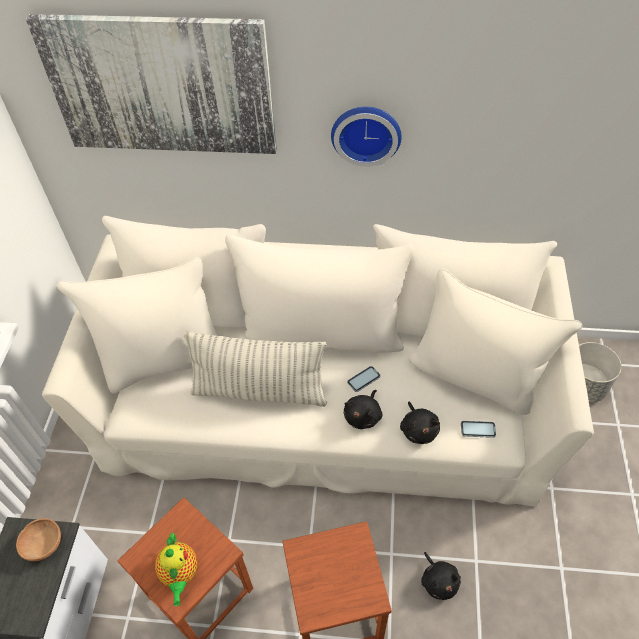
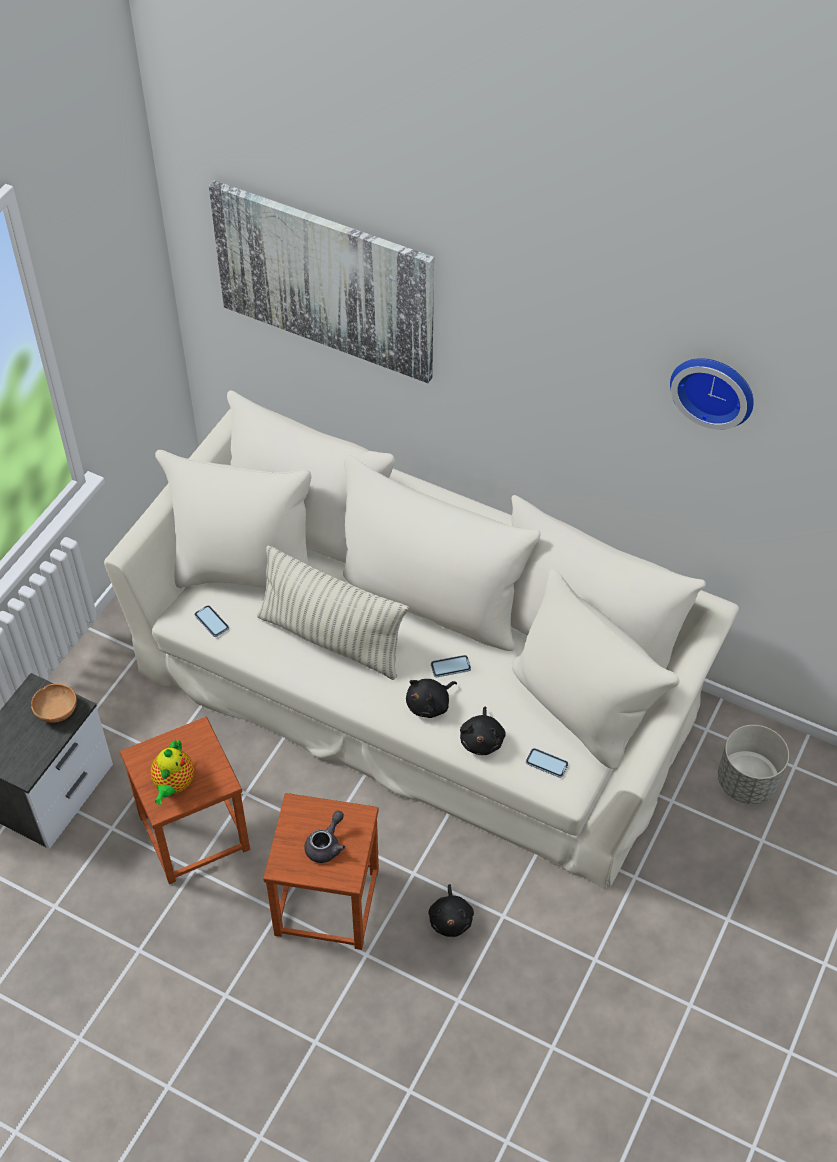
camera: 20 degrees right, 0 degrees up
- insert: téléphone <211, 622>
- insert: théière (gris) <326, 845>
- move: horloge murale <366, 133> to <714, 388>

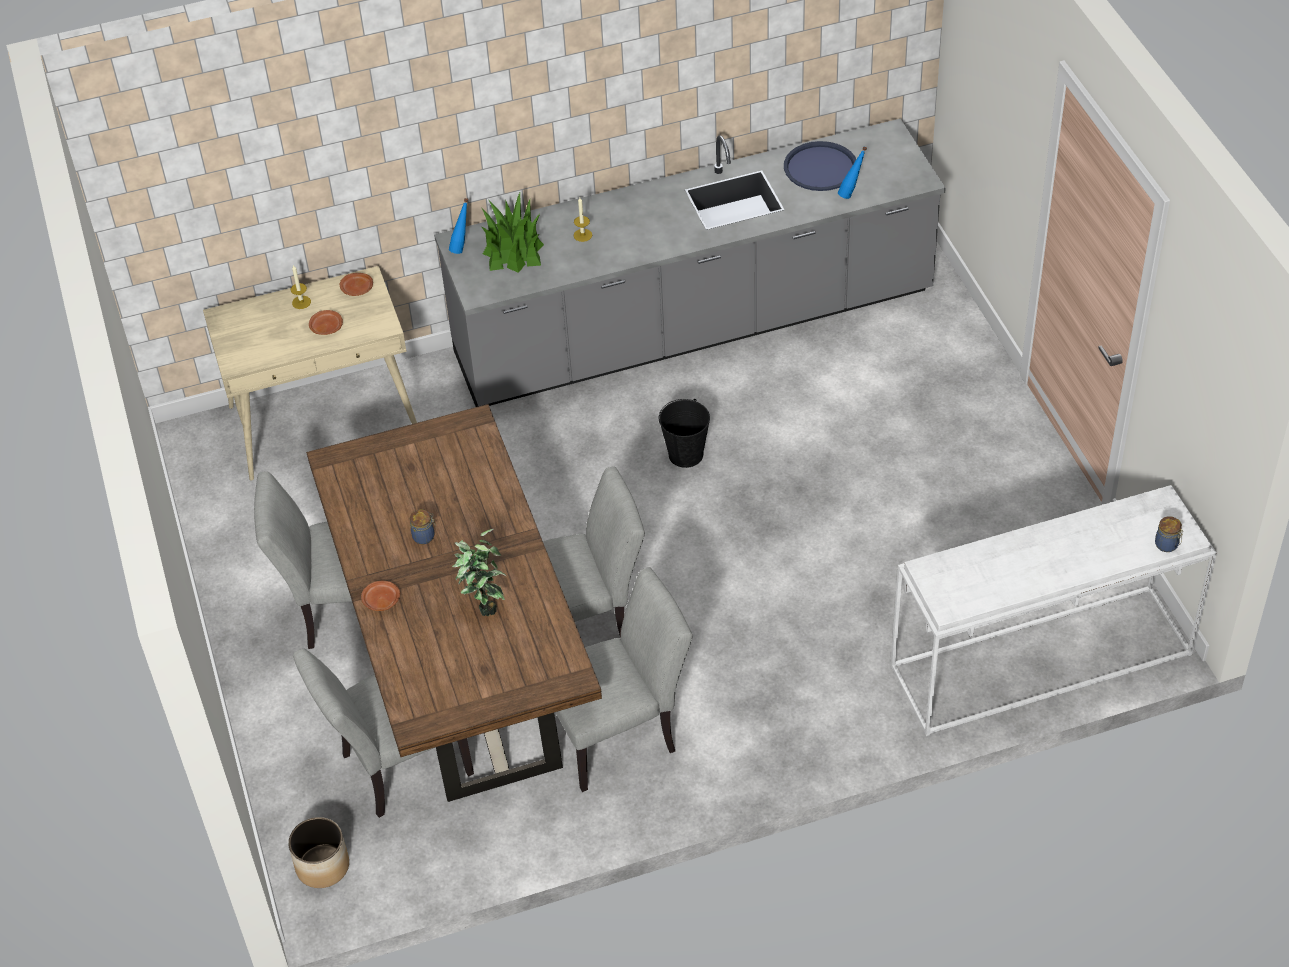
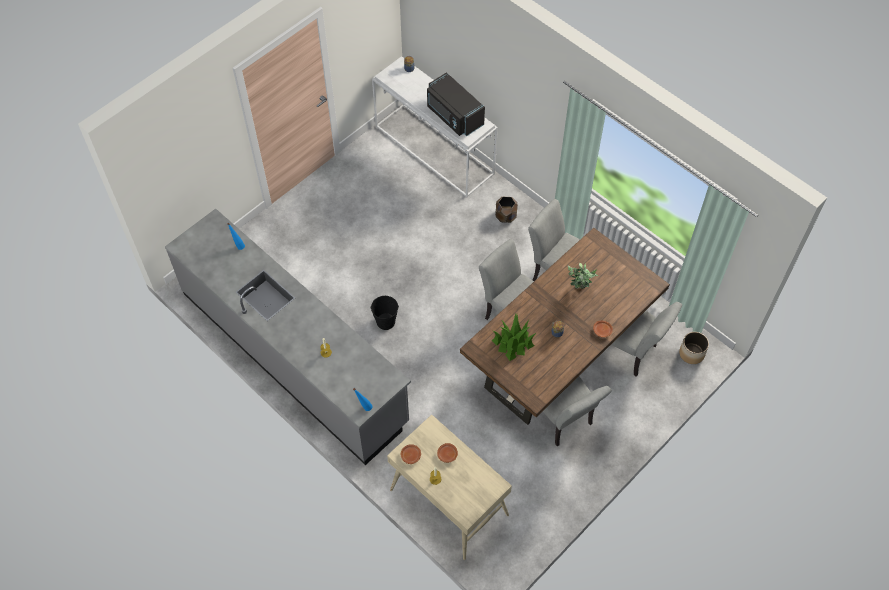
camera: 120 degrees left, 10 degrees up
- delete: plateau (bleu) <820, 167>
- insert: micro-ondes (noir) <453, 116>
- insert: cache-pot (marron) <506, 216>
- move: plante en pot <513, 250> to <513, 342>

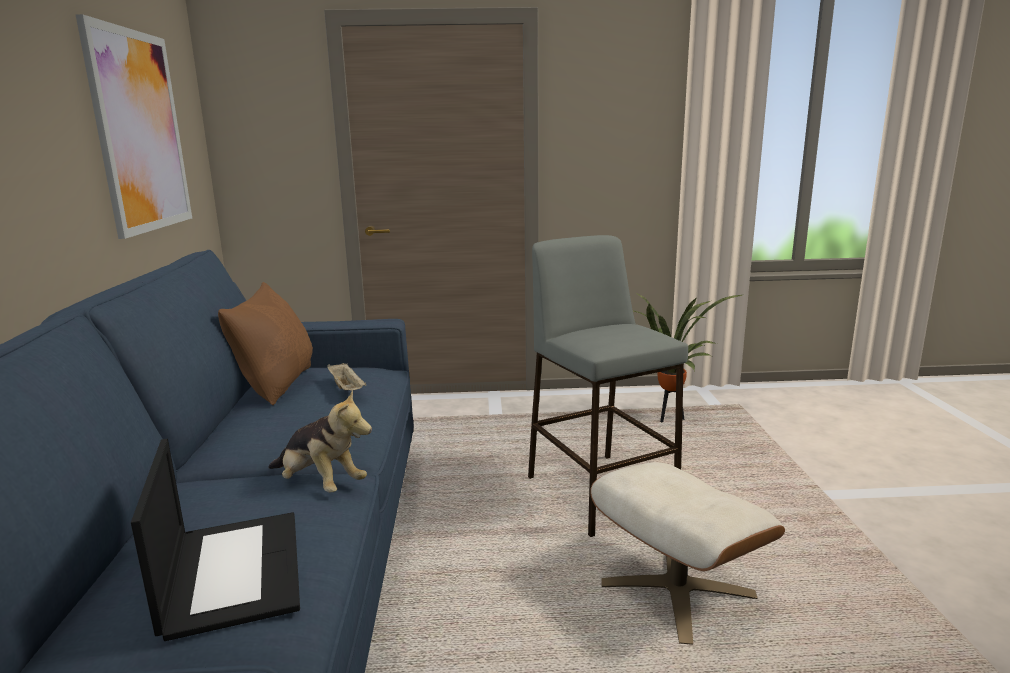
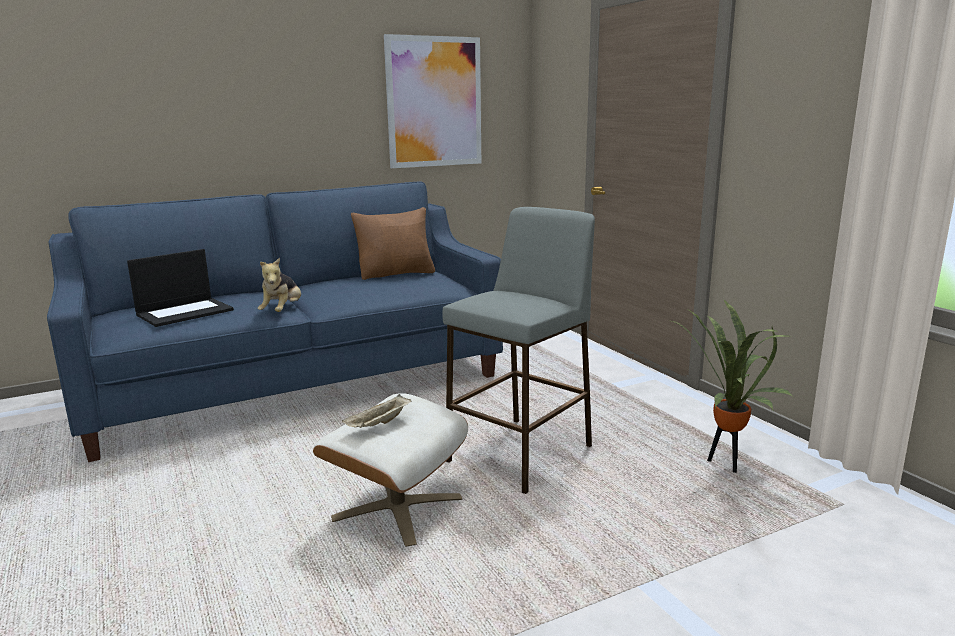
camera: 65 degrees right, 0 degrees up
- move: plateau (beige) <347, 389> to <379, 424>

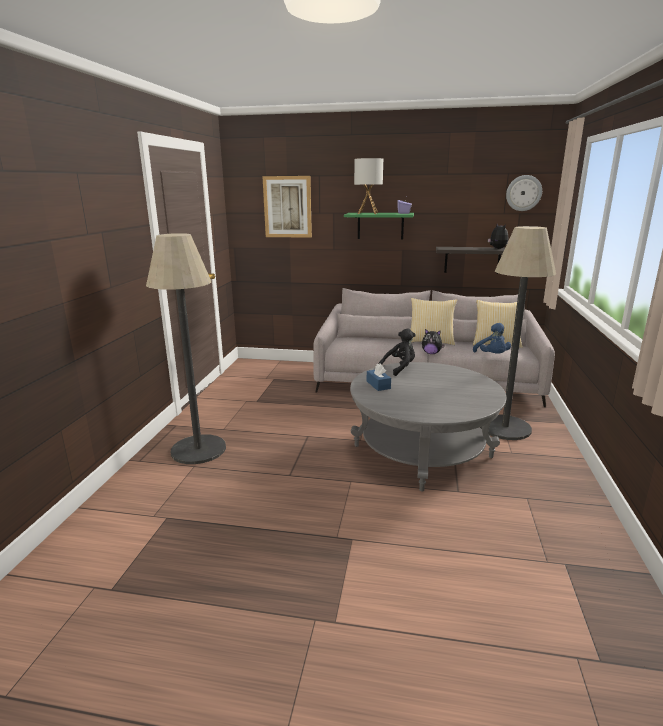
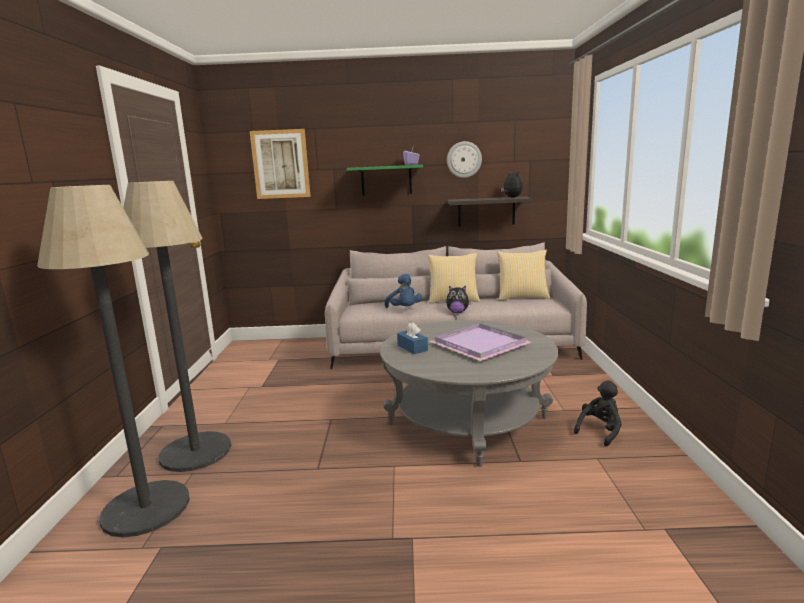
camera: 10 degrees left, 5 degrees down
- delete: lampe de table <367, 213>
- insert: plateau (violet) <479, 344>
- move: peluche (noir) <399, 368> to <600, 431>
- move: peluche (bleu) <492, 355> to <404, 309>
- move: lampadaire <505, 428> to <146, 508>
- move: horloge murale <523, 193> to <464, 159>

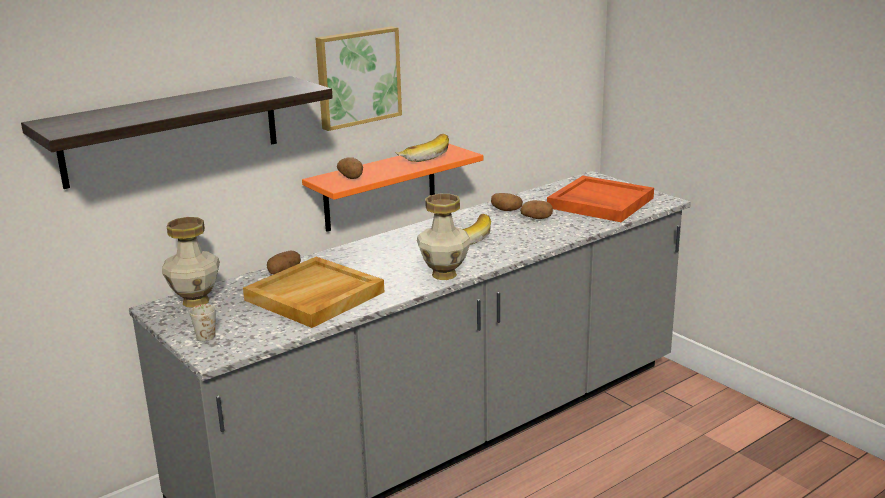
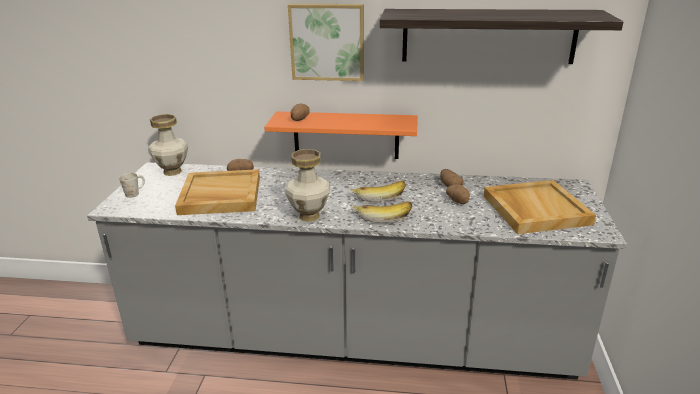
camera: 45 degrees right, 5 degrees up
- move: étagère <172, 131> to <488, 36>
- move: banane <423, 156> to <383, 216>
- recolor: plateau (orange) <599, 203> to plateau (beige) <534, 209>

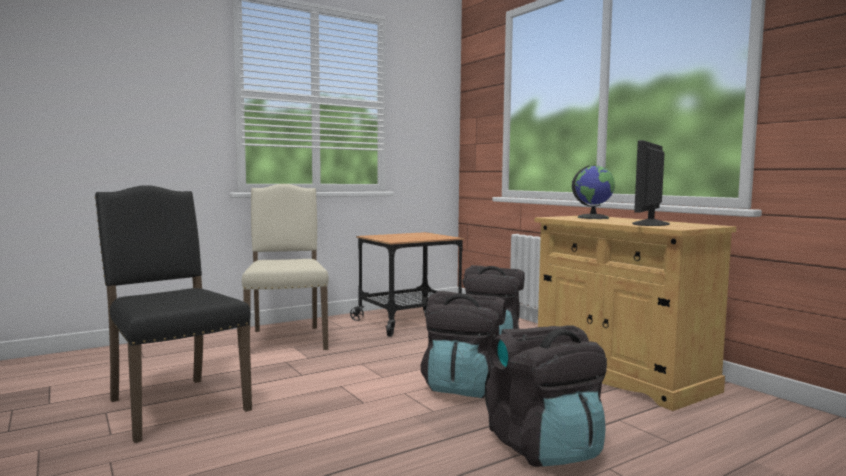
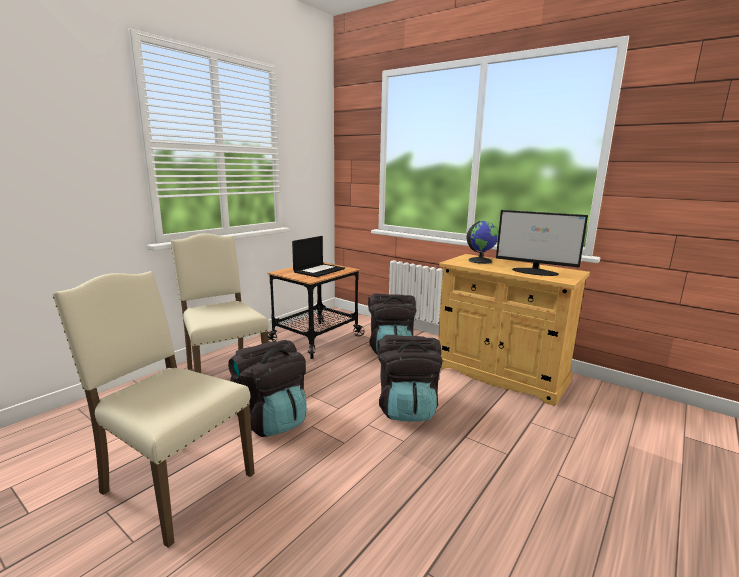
camera: 20 degrees left, 10 degrees up
- insert: ordinateur portable <319, 270>
- move: sac à dos (noir) <544, 447> to <271, 420>
- recolor: chaise (noir) <174, 405> to chaise (beige) <173, 484>
- rotate: écran d'ordinateur <650, 223> = <535, 272> 75 degrees counterclockwise

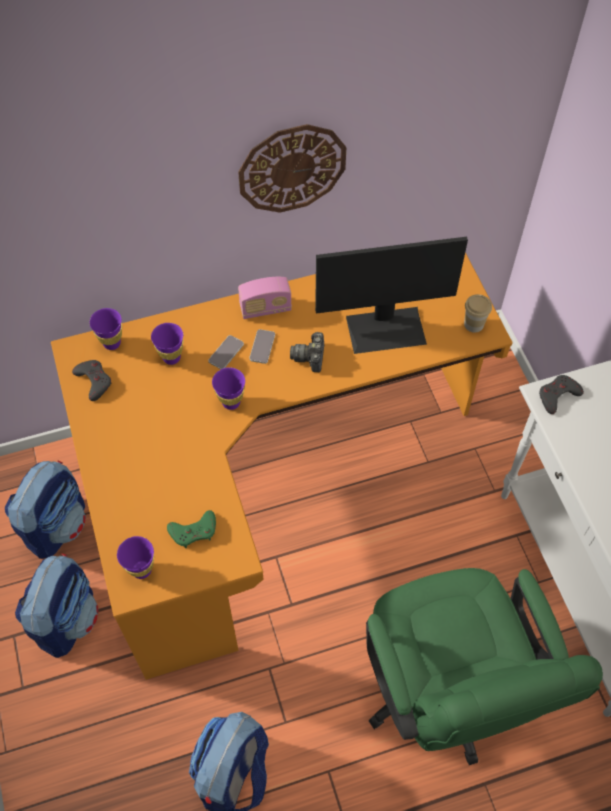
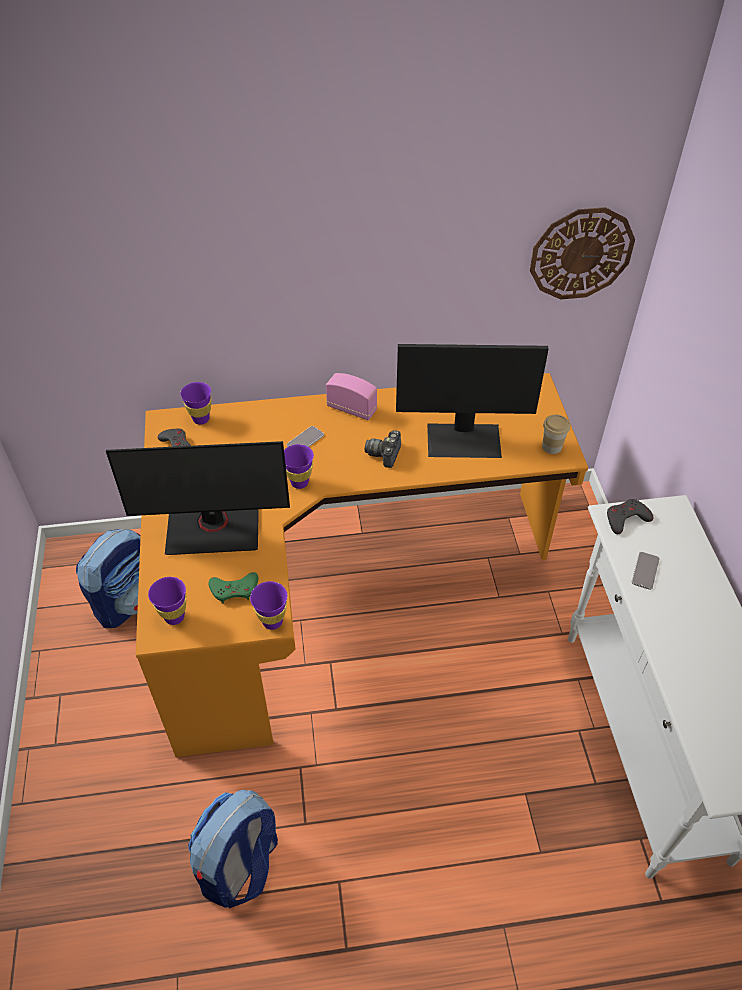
camera: 10 degrees right, 10 degrees down
- delete: sac à dos <66, 618>
- delete: chaise de bureau (vert) <445, 693>
- insert: écran d'ordinateur <213, 528>
- move: tasse (violet) <171, 358> to <272, 621>
- move: horloge murale <292, 168> to <581, 253>
- move: téléphone <262, 347> to <645, 571>
- rotate: radio <265, 308> = <352, 409> 150 degrees counterclockwise

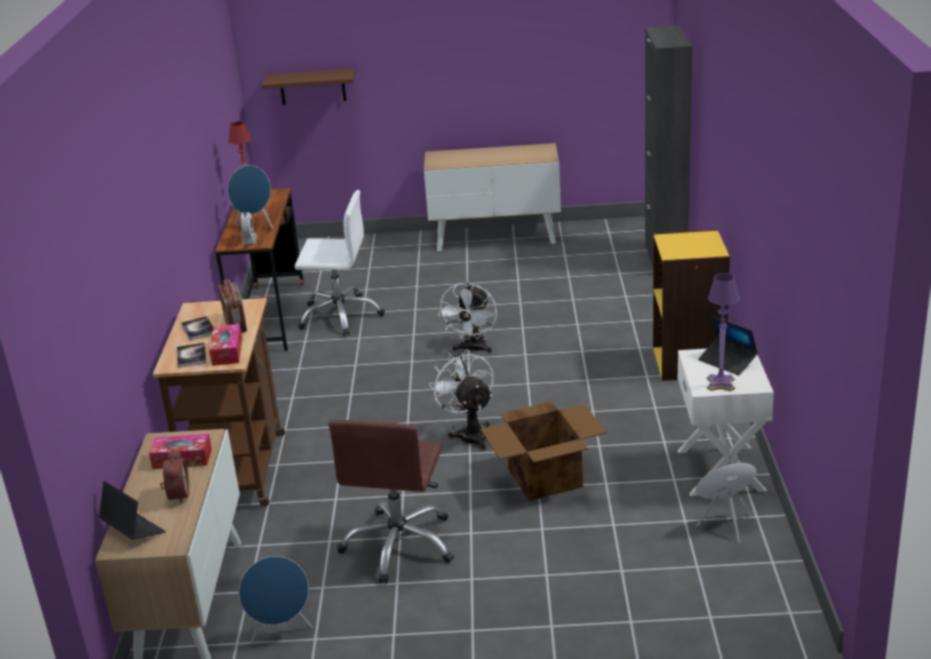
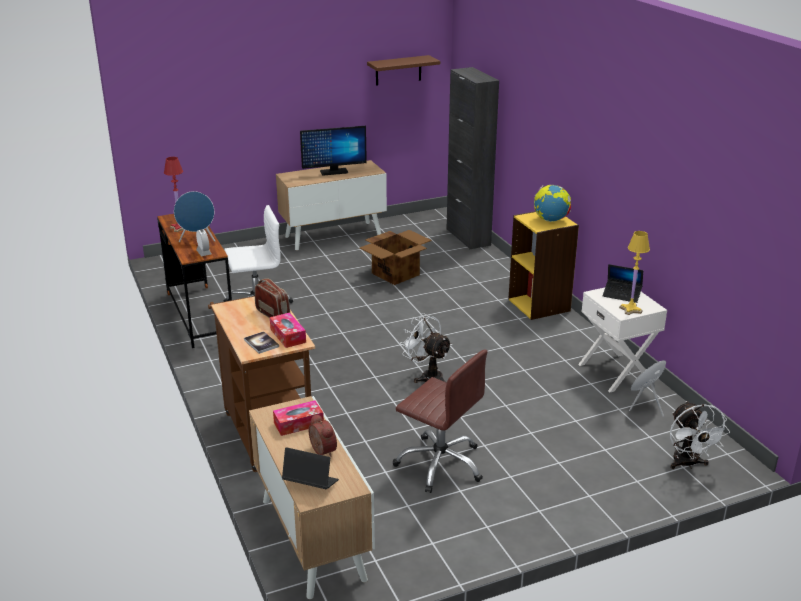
camera: 25 degrees left, 0 degrees up
- delete: livre <198, 329>
- delete: enceinte (bleu) <281, 631>
- insert: écran d'ordinateur <334, 172>
- insert: globe <551, 220>
- move: étagère (marron) <312, 87> to <398, 70>
- move: ventilateur (blanc) <473, 349> to <688, 464>
- move: carton <546, 478> to <396, 274>
- recolor: lampe de table (violet) <720, 384> to lampe de table (jaune) <630, 309>
- rotate: chaise de bureau (marron) <400, 545> = <440, 464> 45 degrees counterclockwise

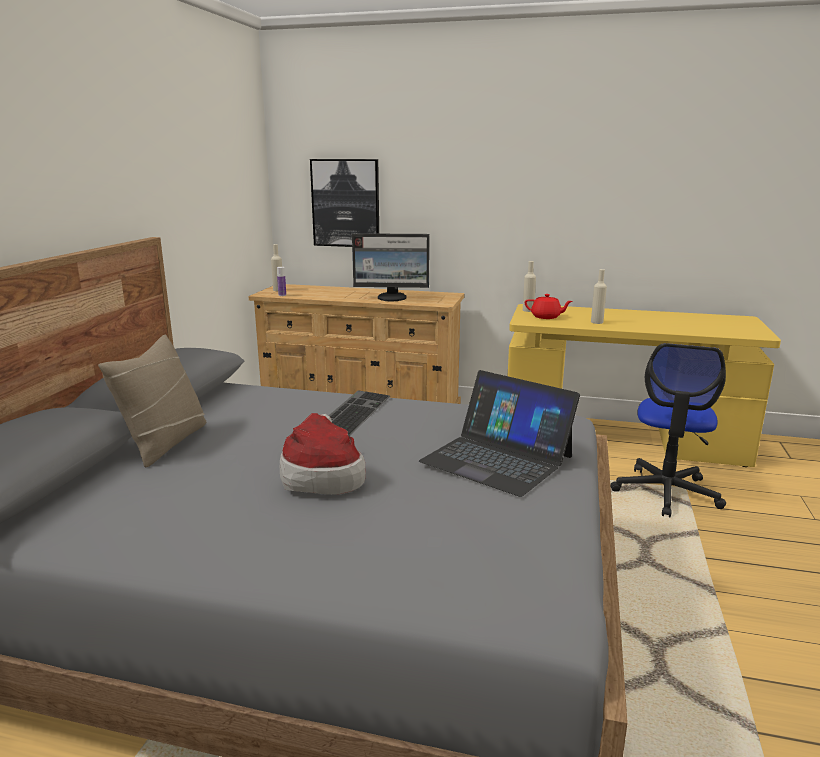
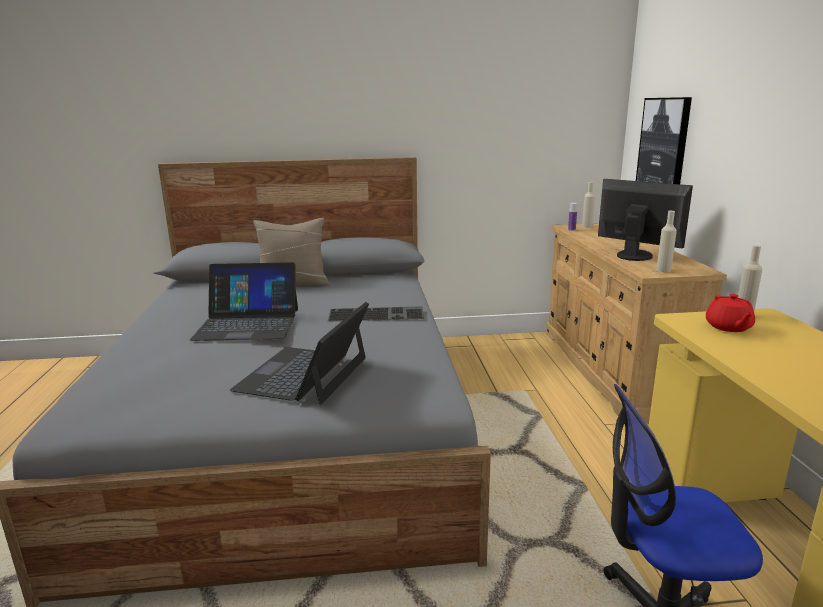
camera: 70 degrees right, 0 degrees up
- move: bouteille (beige) <597, 322> to <663, 270>
- replace: chapeau <322, 475> to ordinateur portable <248, 324>
- rotate: écran d'ordinateur <392, 298> = <634, 255> 150 degrees clockwise

